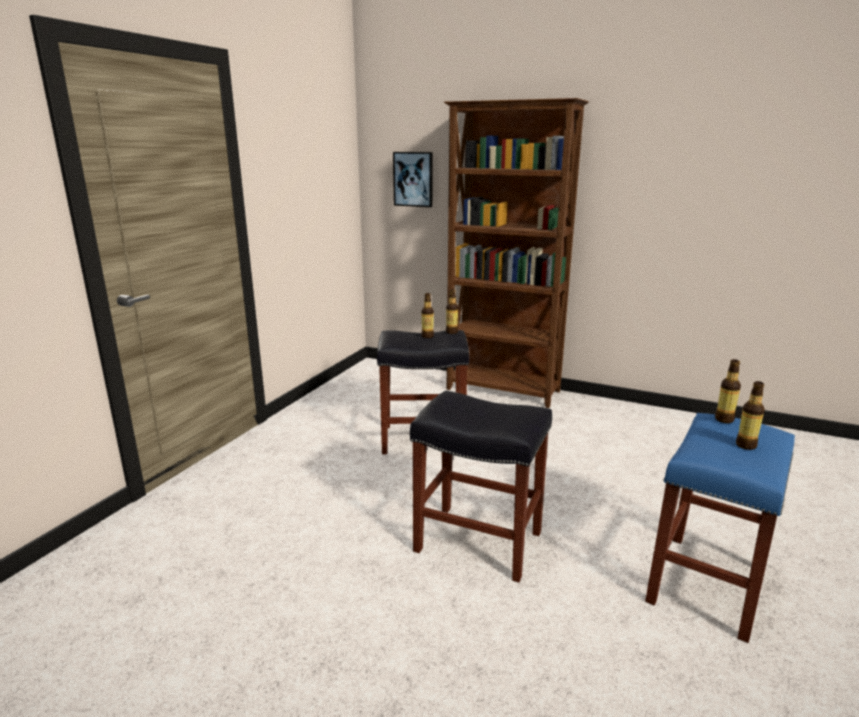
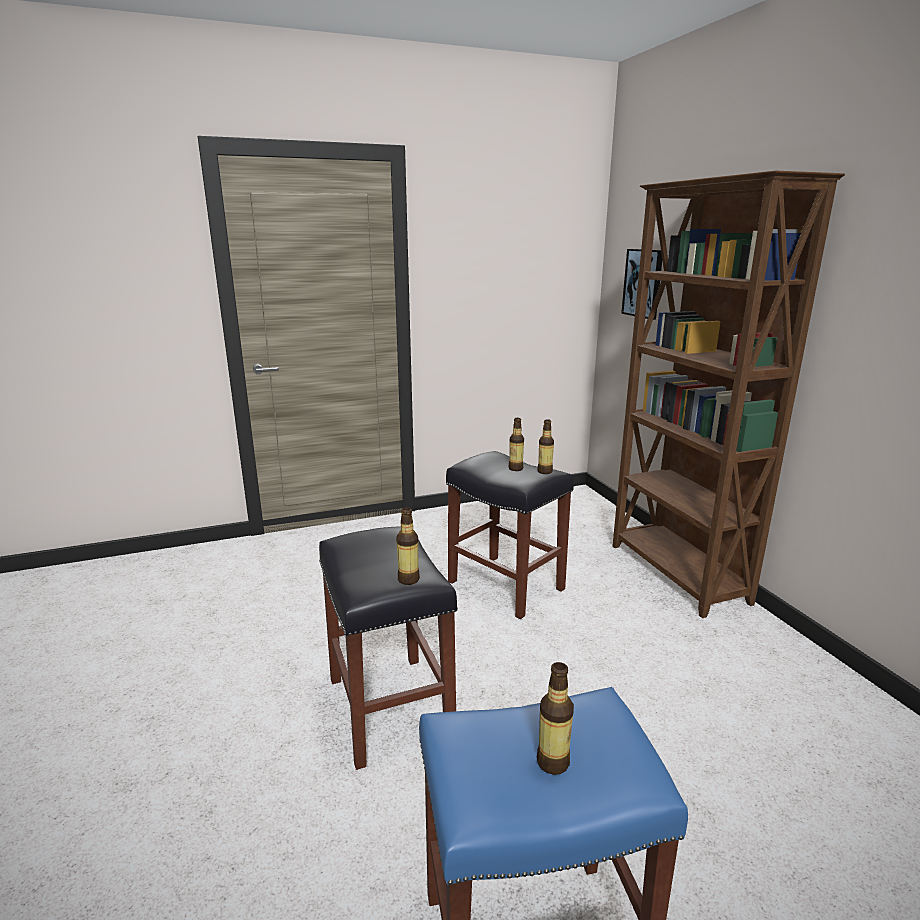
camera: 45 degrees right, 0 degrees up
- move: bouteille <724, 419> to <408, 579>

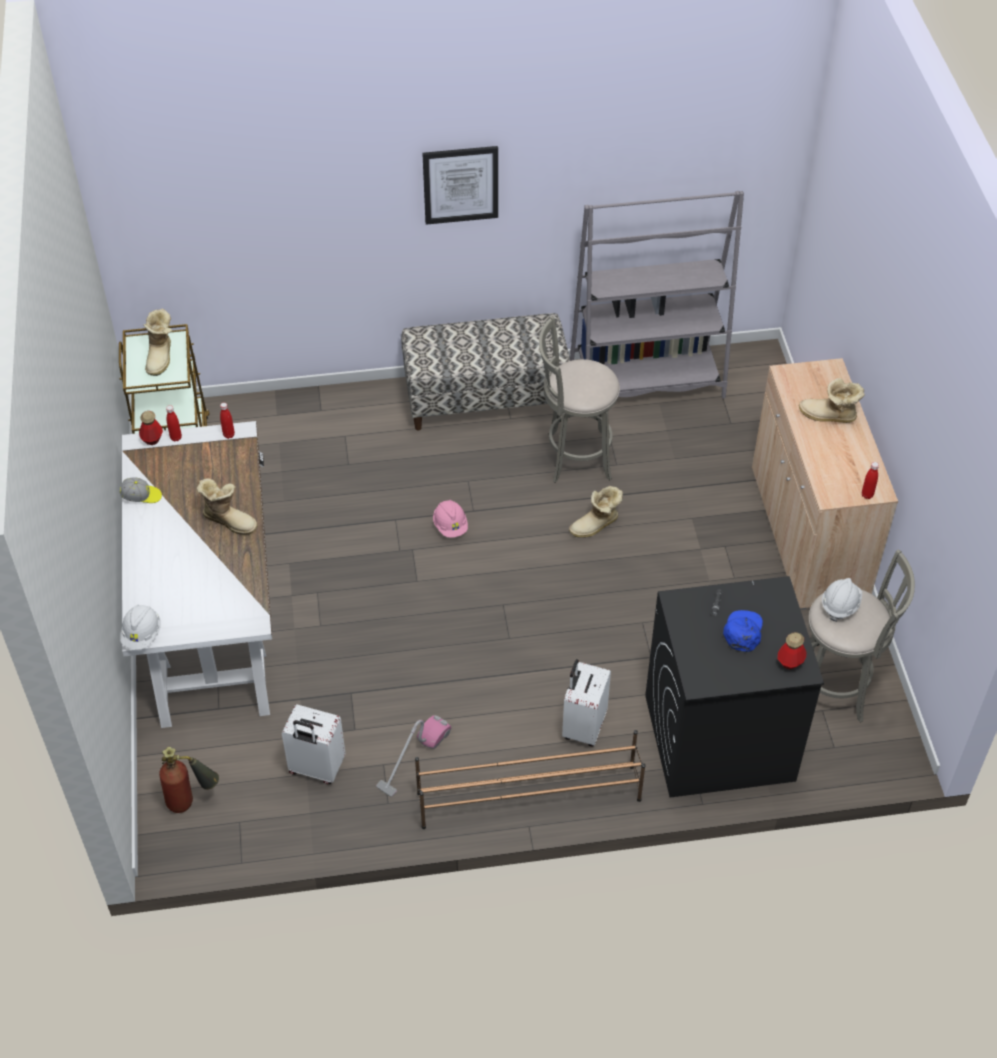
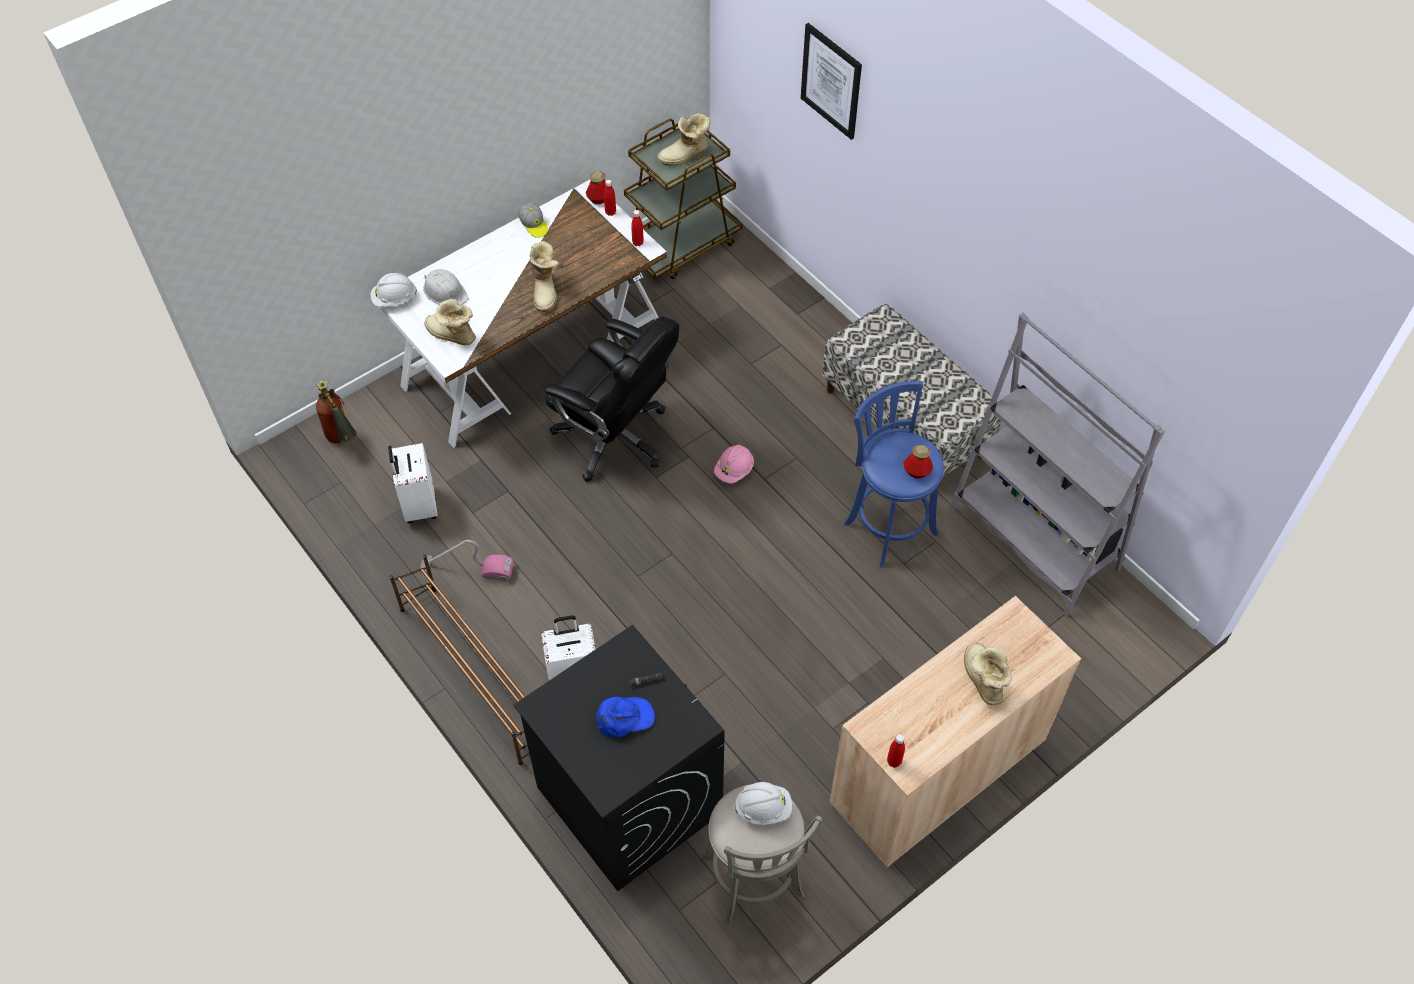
camera: 60 degrees right, 5 degrees up
- insert: casque de chantier (blanc) <445, 292>
- insert: chaise de bureau (noir) <615, 437>
- move: tableau <460, 184> to <831, 81>
- move: botte <596, 526> to <451, 336>
- move: bouteille <790, 662> to <917, 472>
- recolor: tabouret (gris) <574, 456> to tabouret (bleu) <888, 525>

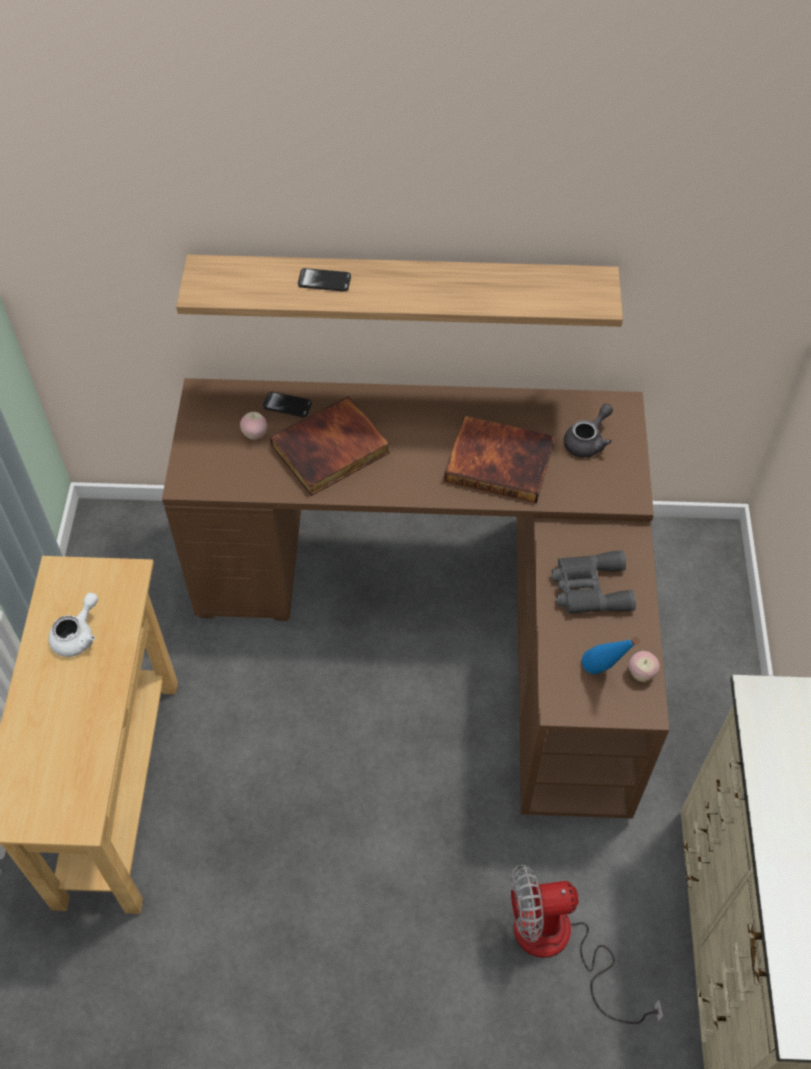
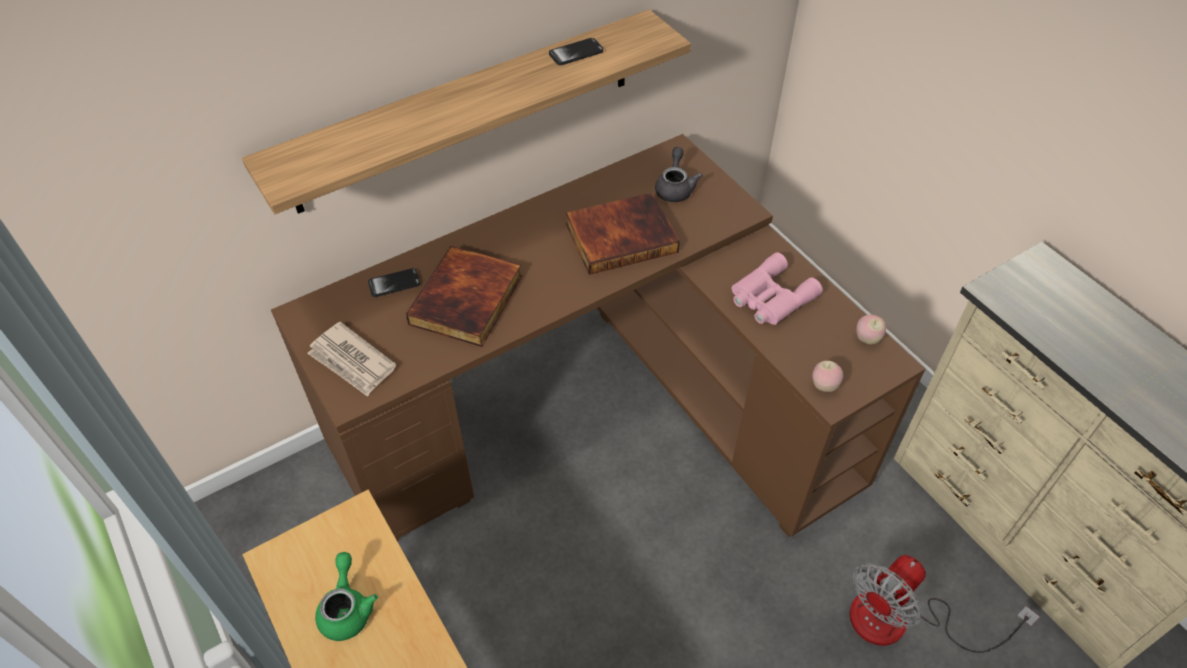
camera: 35 degrees left, 5 degrees down
- delete: bouteille (bleu) <603, 674>
- insert: journal <352, 362>
- move: pomme <255, 434> to <824, 386>
- move: téléphone <324, 281> to <576, 53>
- recolor: théière (blanc) <78, 635> to théière (vert) <347, 608>
- recolor: jumelles (gris) <588, 588> to jumelles (rose) <770, 297>

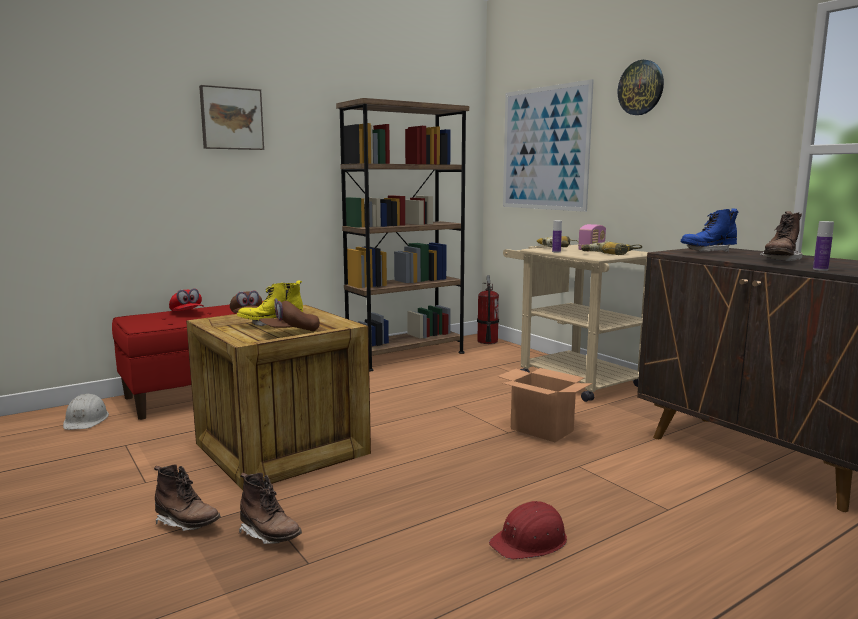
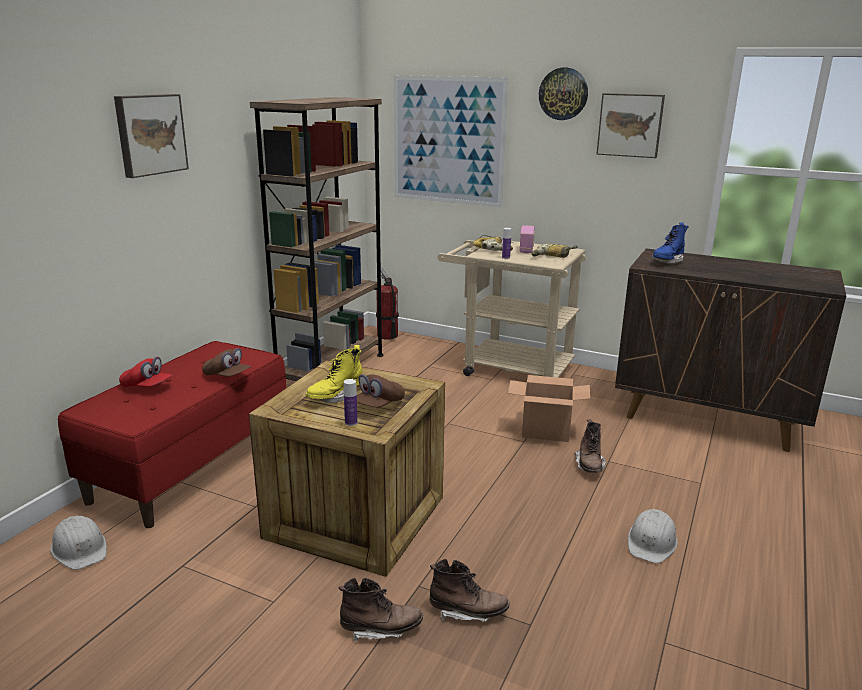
camera: 30 degrees left, 10 degrees up
- insert: tableau <630, 125>
- move: botte (marron) <780, 260> to <589, 466>
- move: bouteille <820, 269> to <351, 423>
- recolor: casque de chantier (rouge) <530, 541> to casque de chantier (blanc) <652, 542>

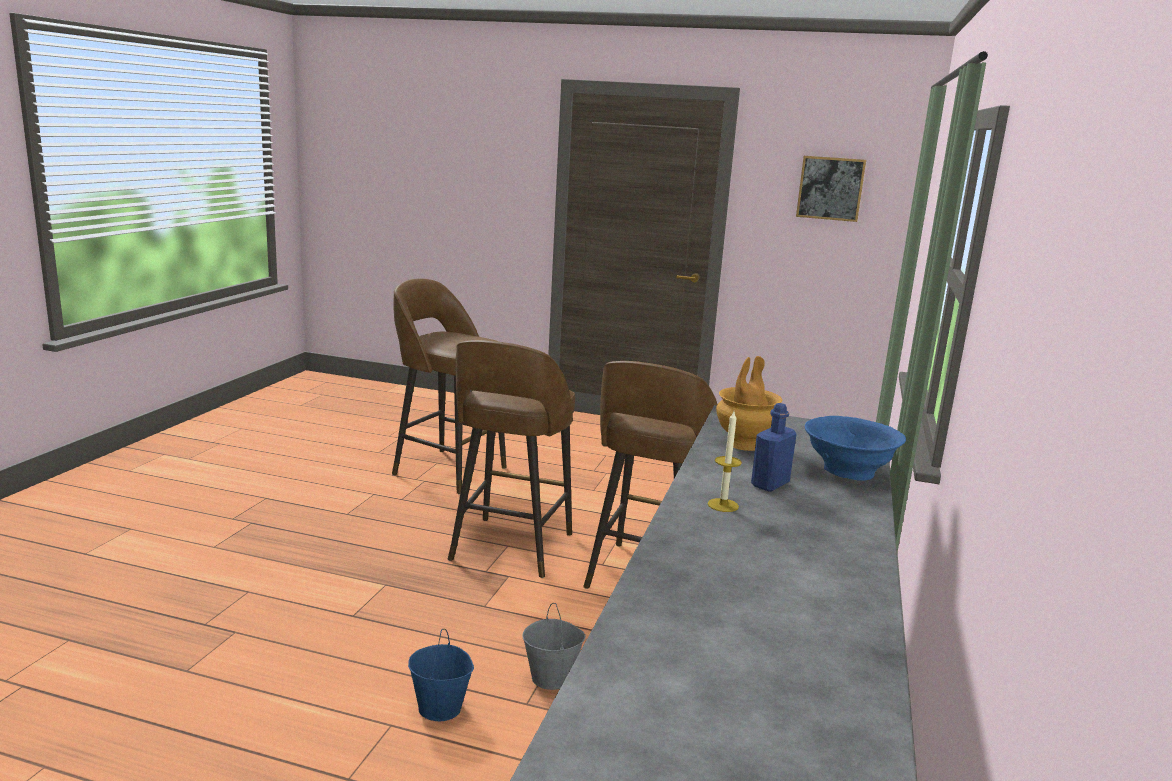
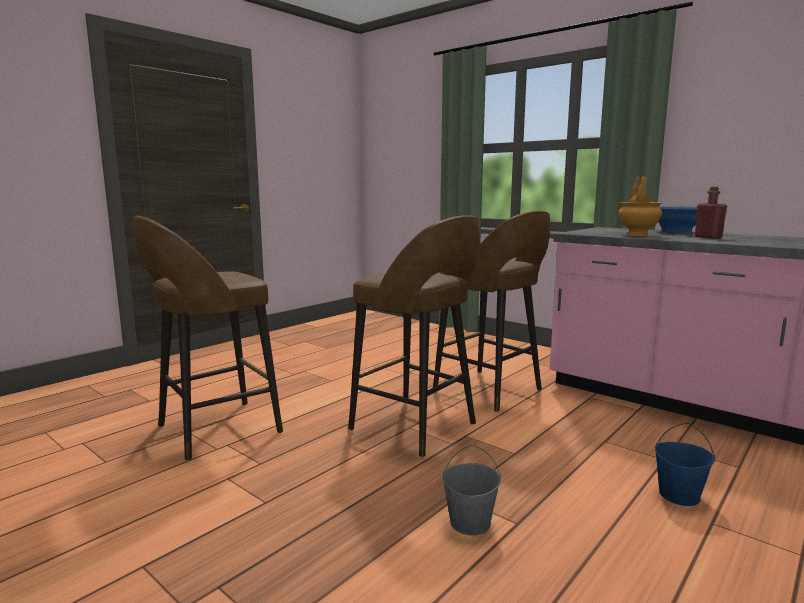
camera: 65 degrees left, 5 degrees down
- delete: bougie <723, 505>
- delete: tableau <830, 188>
- move: seau (gris) <552, 678> to <470, 522>
- recolor: bouteille (bleu) <770, 484> to bouteille (rouge) <708, 237>

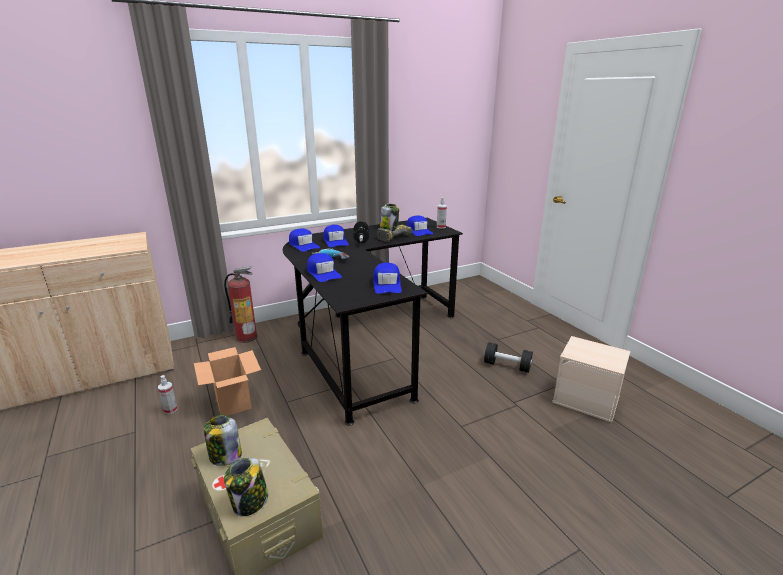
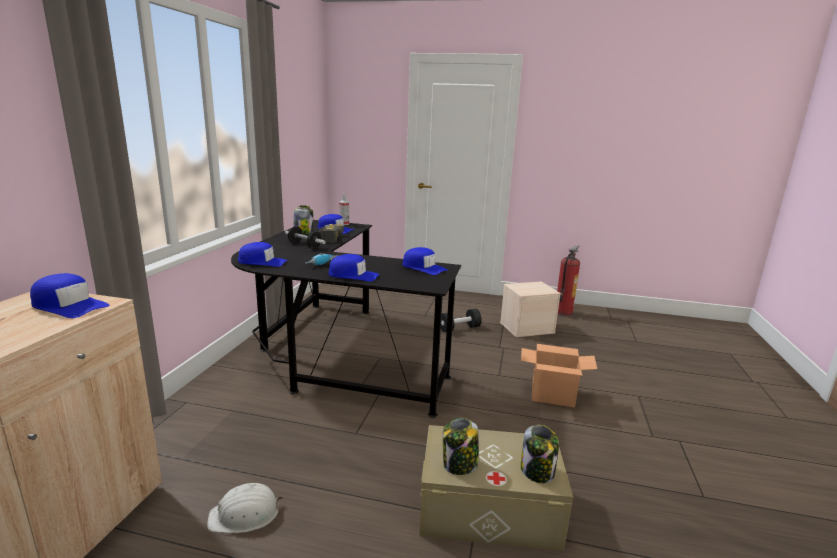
camera: 50 degrees left, 5 degrees down
- move: carton <232, 401> to <552, 396>
- move: extincteur <247, 337> to <563, 312>
- move: casquette (bleu) <335, 241> to <69, 306>
- replace: vaporisateur <170, 410> to casque de chantier (blanc) <245, 515>

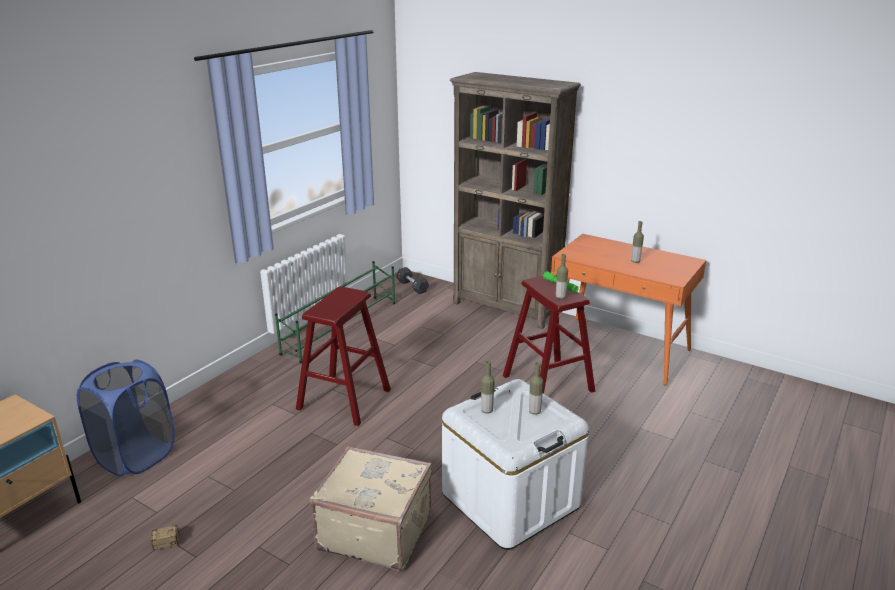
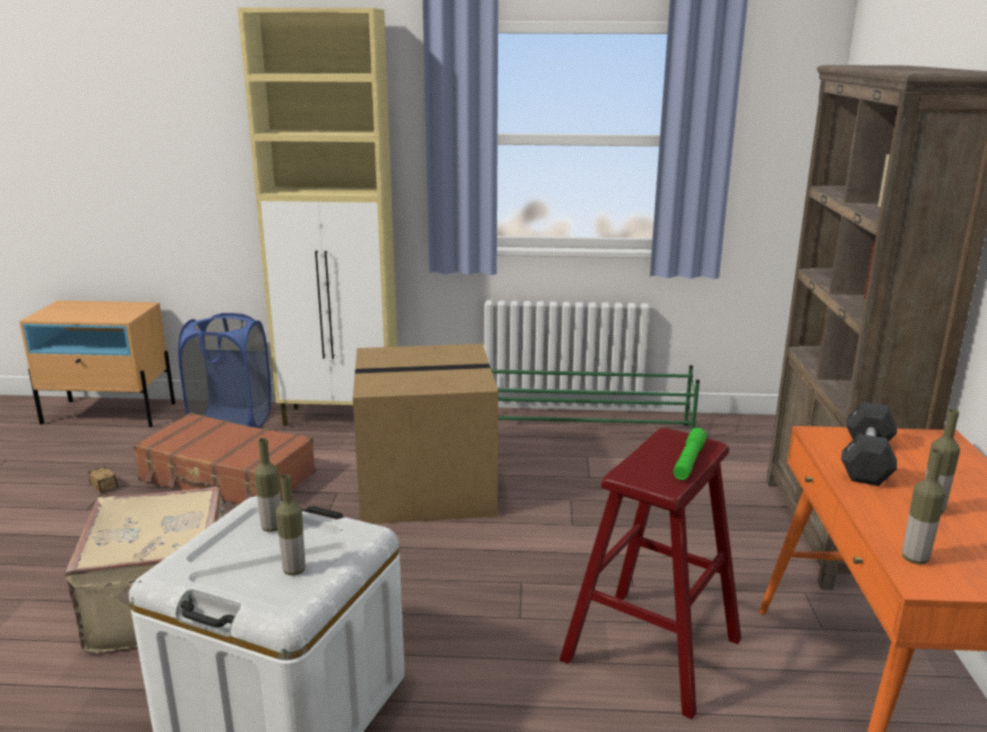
camera: 60 degrees right, 5 degrees down
- insert: valise (marron) <227, 478>
- insert: meuble de rangement (beige) <342, 417>
- move: haltère (noir) <412, 286> to <866, 460>
- move: bouteille <560, 297> to <914, 558>
- replace: tabouret (rouge) <344, 399> to carton <424, 488>

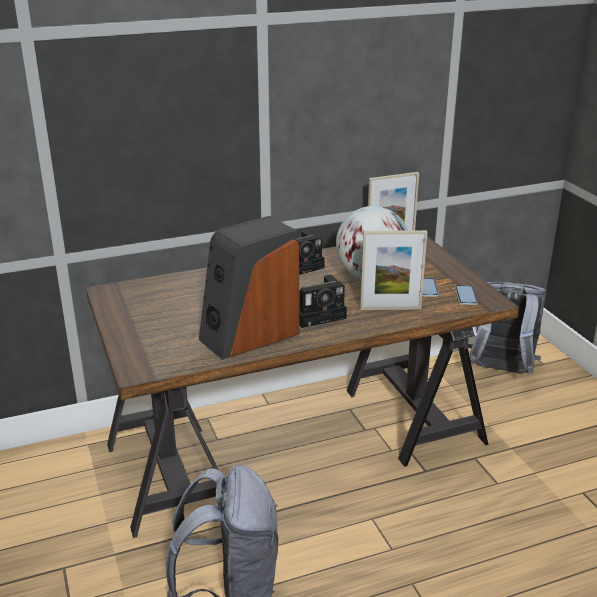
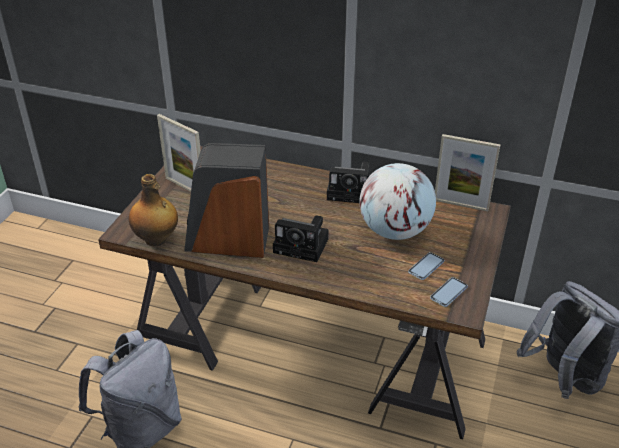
camera: 40 degrees right, 10 degrees up
- insert: bouteille <156, 240>
- move: cadre photo <390, 308> to <185, 187>

